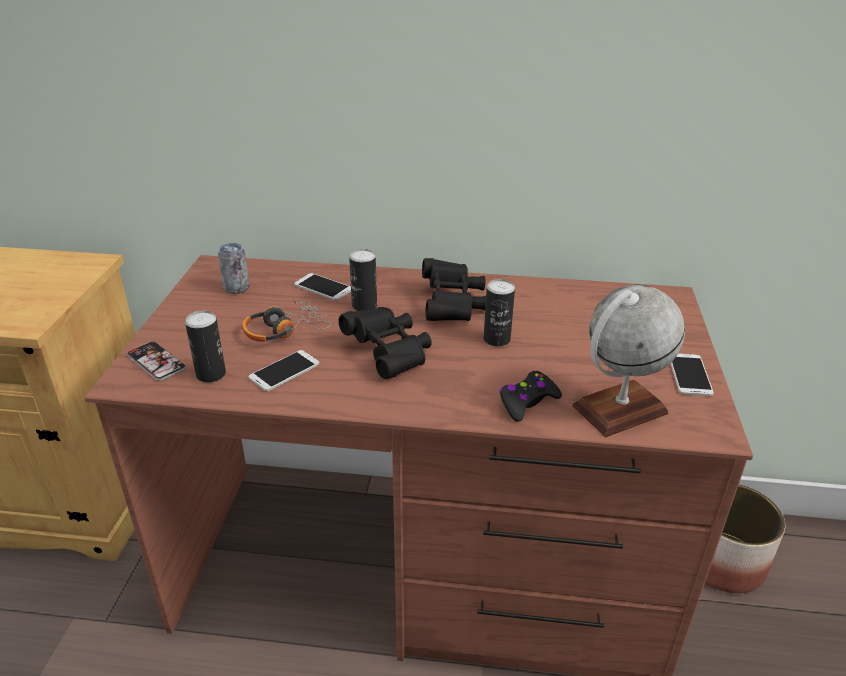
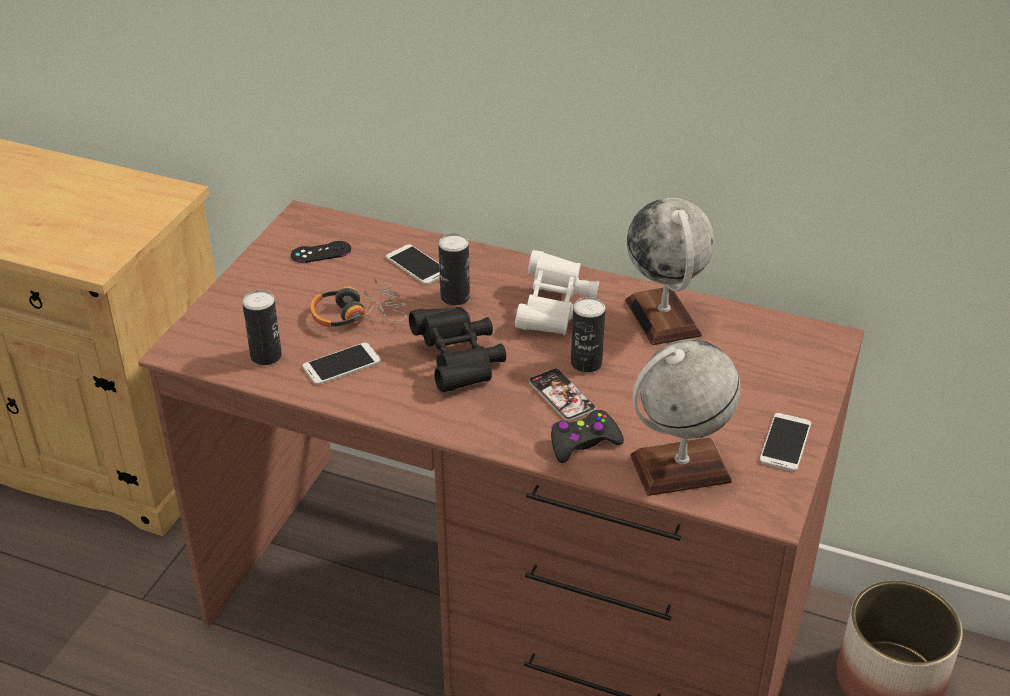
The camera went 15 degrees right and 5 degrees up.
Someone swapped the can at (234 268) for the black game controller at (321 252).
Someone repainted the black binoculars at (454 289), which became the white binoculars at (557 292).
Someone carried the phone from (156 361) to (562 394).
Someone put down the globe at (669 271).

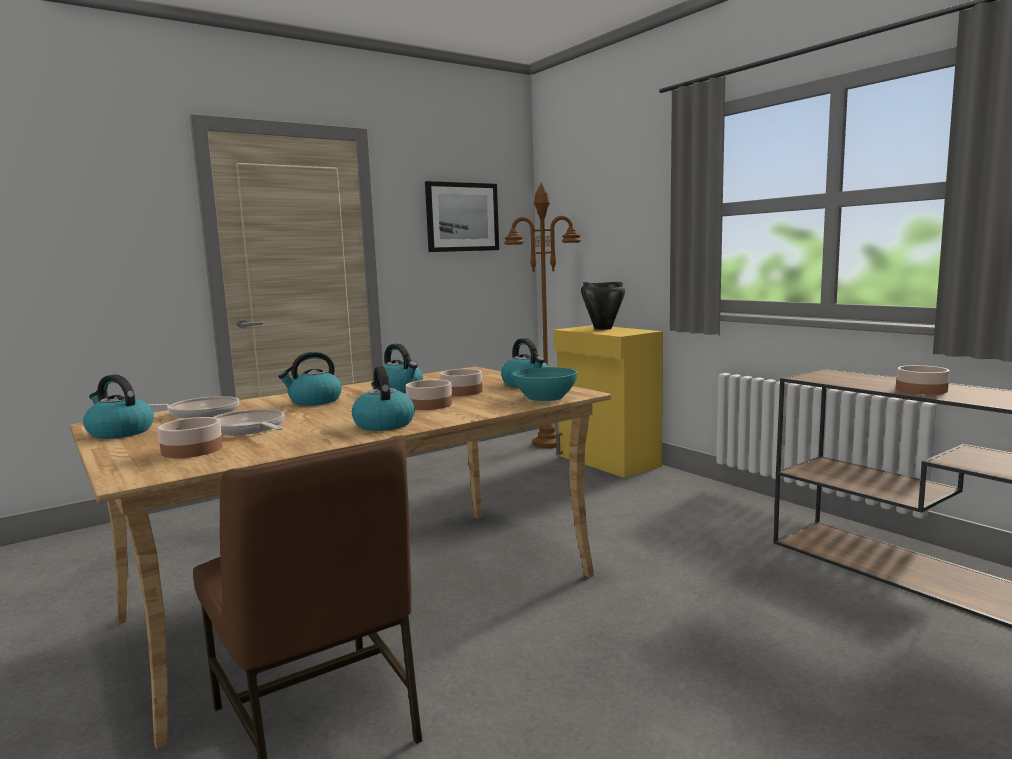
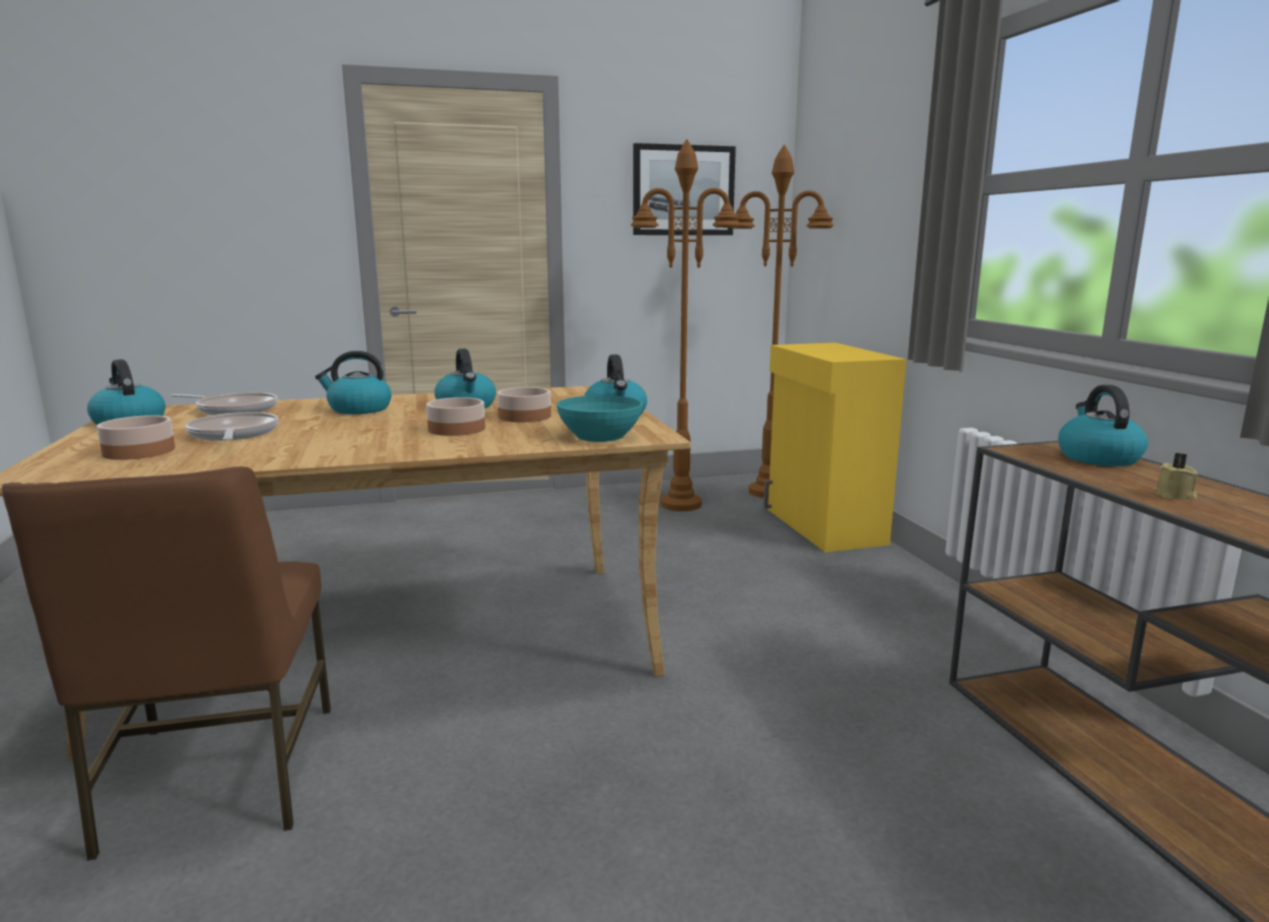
The camera went 20 degrees right and 5 degrees up.
Someone put down the brown floor lamp at (686 325).
Someone carried the kettle from (383 398) to (1103 425).
Someone swapped the bowl at (923 380) for the beige candle at (1176 476).
Someone took away the black cooking pot at (603 306).

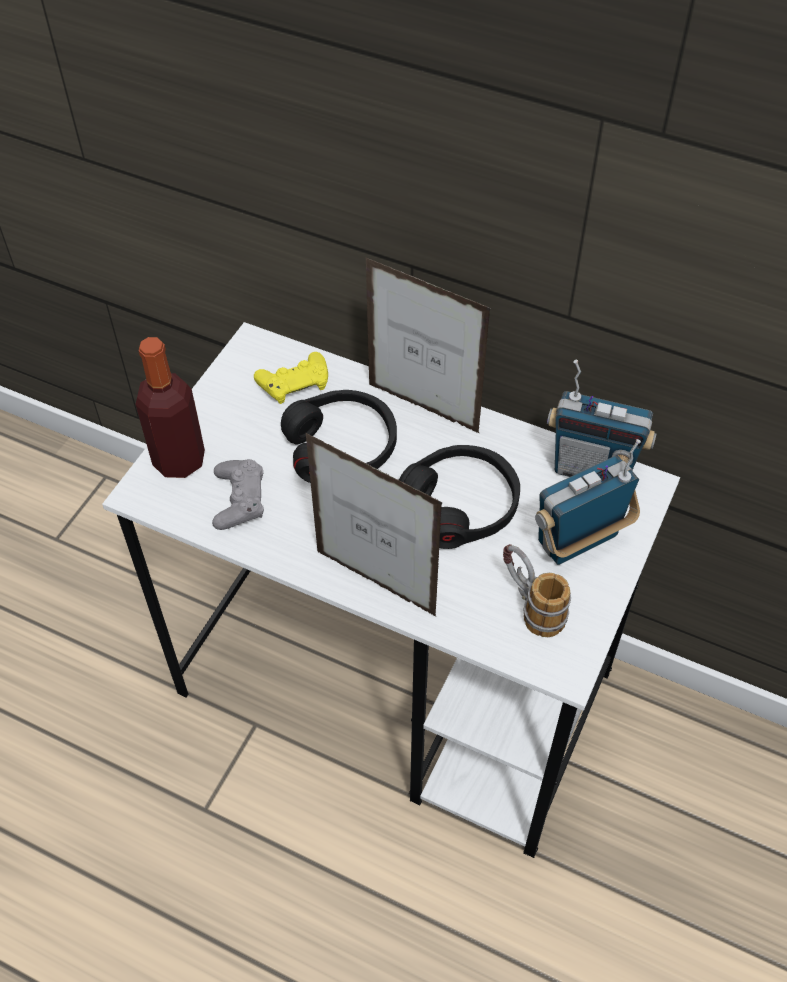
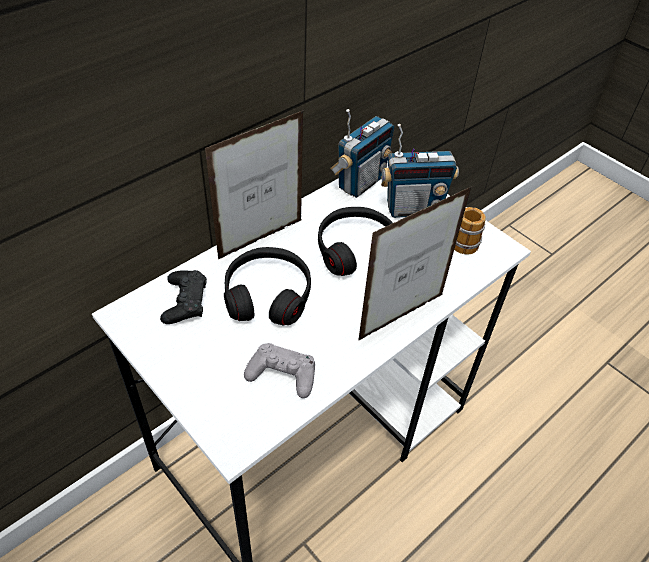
The camera went 70 degrees left and 5 degrees down.
Someone repainted the yellow game controller at (291 378), which became the black game controller at (183 297).
Someone rotated the radio at (588 502) by 90 degrees counterclockwise.
Someone took away the bottle at (170 407).

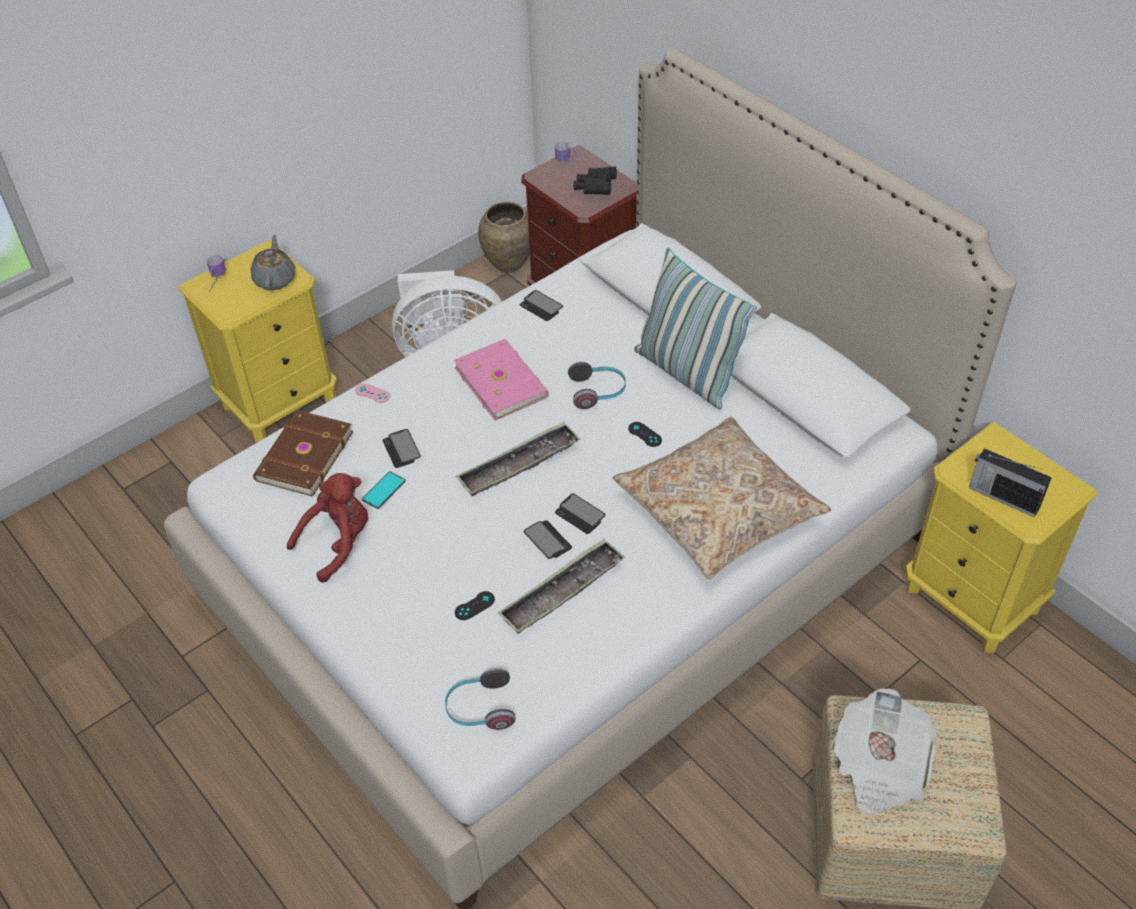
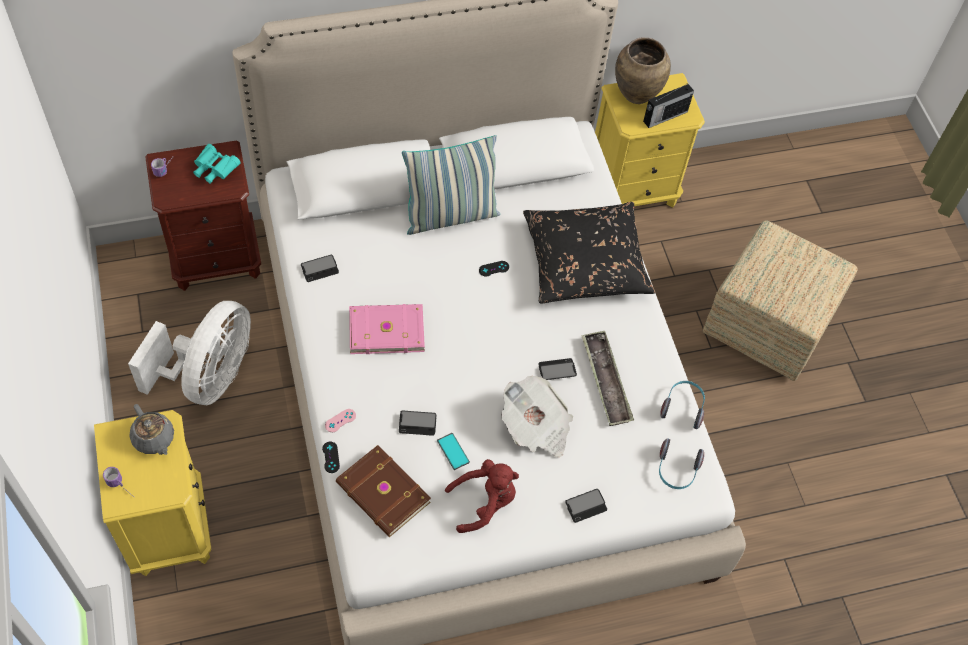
The camera went 70 degrees left and 10 degrees up.
Someone rotated the grey teapot at (273 262) by 150 degrees counterclockwise.
Someone repainted the black binoculars at (595 180), which became the turquoise binoculars at (216 164).
Someone carried the black game controller from (475 605) to (331 457).
Someone rotated the red plush toy at (327 528) by 90 degrees clockwise.
Someone carried the newspaper from (885 751) to (537 416).
Someone repainted the beige pillow at (722 498), which became the black pillow at (589 253).
Someone carried the phone from (580 513) to (586 506).
Someone carried the brown vase from (504 237) to (643 70).
Someone carried the headphones from (597 385) to (682 405).
Someone took away the tray at (517 459).

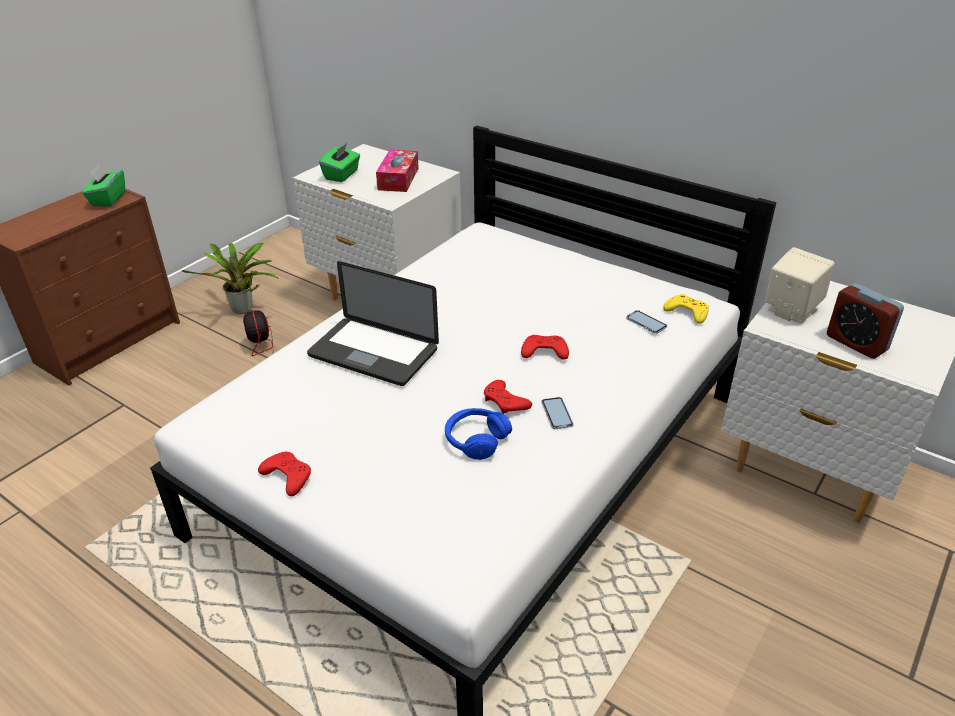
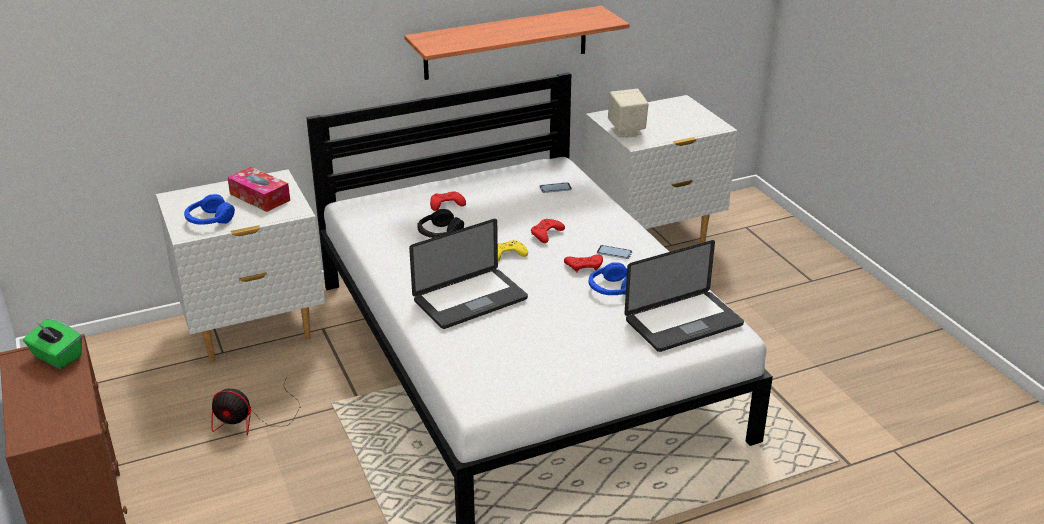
The camera went 60 degrees left and 5 degrees down.
Someone swapped the green tissue box at (339 162) for the blue headphones at (209 209).
Someone put up the shelf at (517 43).
Someone put down the black headphones at (440 223).
Someone carried the red game controller from (284 474) to (448 201).
Someone carried the yellow game controller from (686 309) to (513 250).
Someone put down the laptop at (684 296).
Someone took away the potted plant at (230 278).
Someone took away the alarm clock at (865 321).

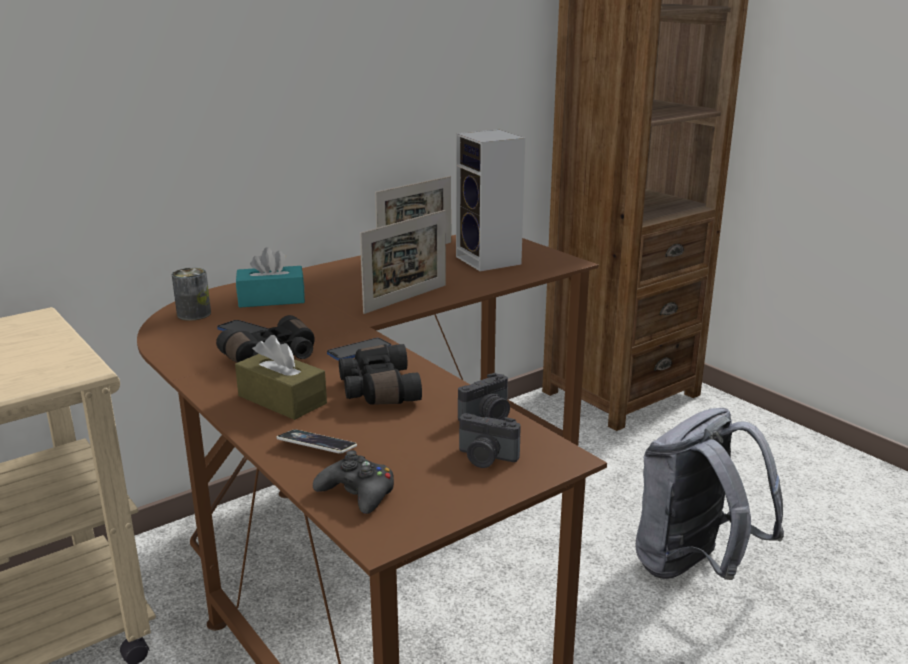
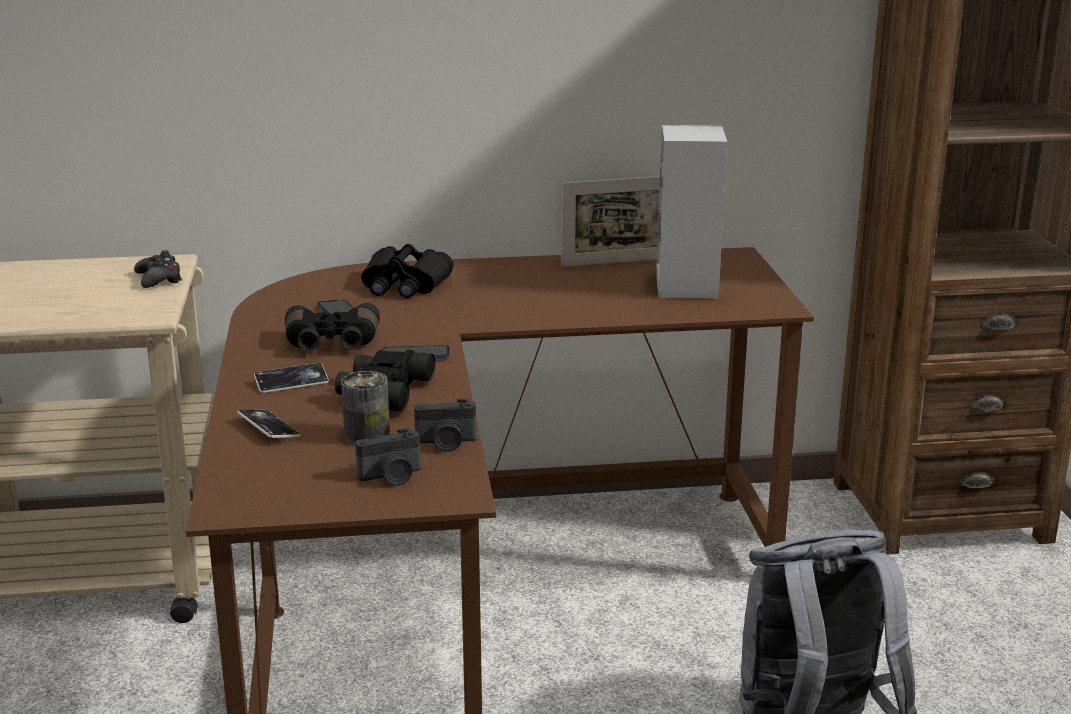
The camera went 30 degrees right and 0 degrees up.
Someone carried the black game controller from (353 482) to (158 269).
Someone swapped the brown tissue box at (281 377) for the phone at (291 378).
Someone carried the can from (191 294) to (365 408).
Someone rotated the photo camera at (490 440) by 75 degrees counterclockwise.
Someone swapped the turquoise tissue box at (270 277) for the black binoculars at (407 271).
Someone took away the picture frame at (403 262).

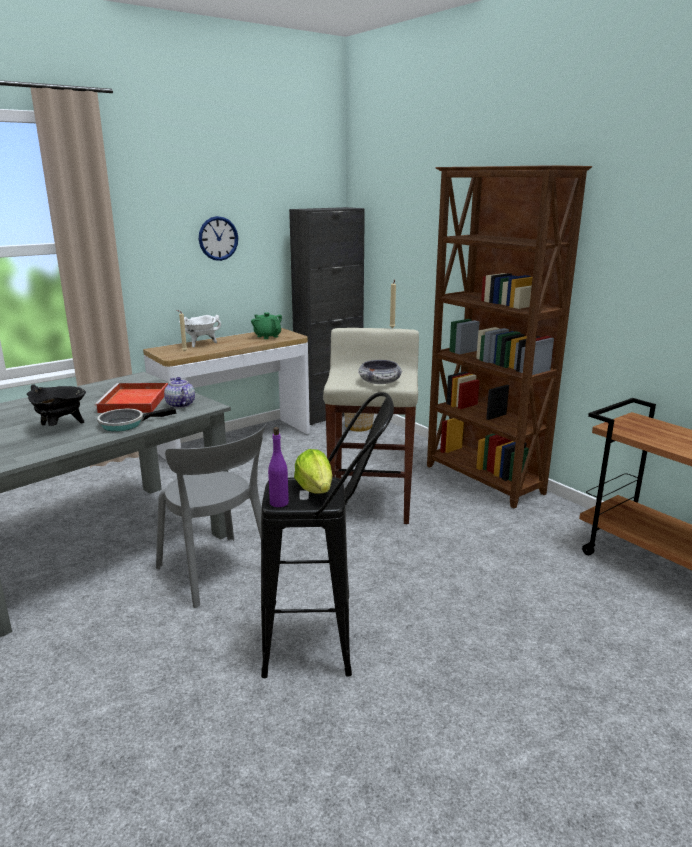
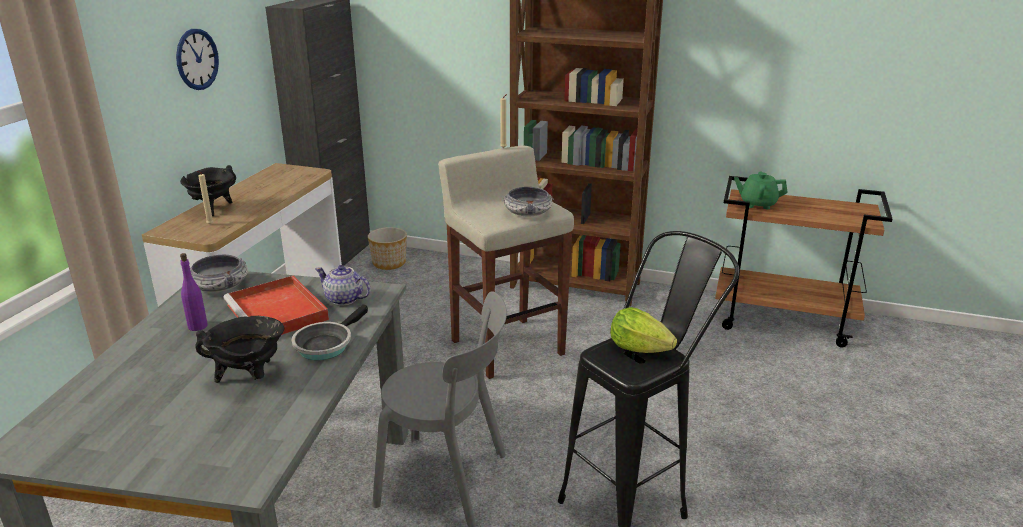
The camera went 35 degrees left and 5 degrees up.
Someone repainted the white cooking pot at (200 331), which became the black cooking pot at (208 190).
Someone carried the purple bottle from (278 467) to (194 292).
Someone put down the bowl at (219 273).
Someone carried the green teapot from (266 325) to (760 190).

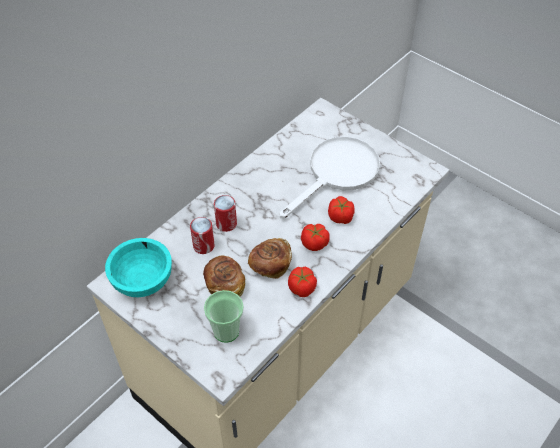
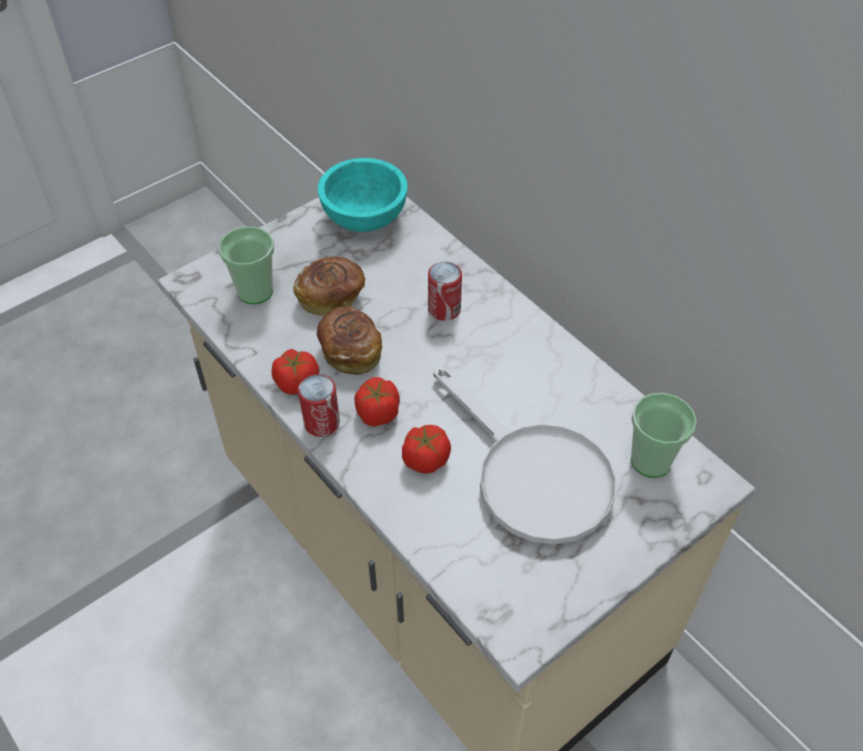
The camera went 100 degrees right and 0 degrees up.
Someone carried the can from (202 235) to (319 405).
Someone put down the cup at (664 435).

